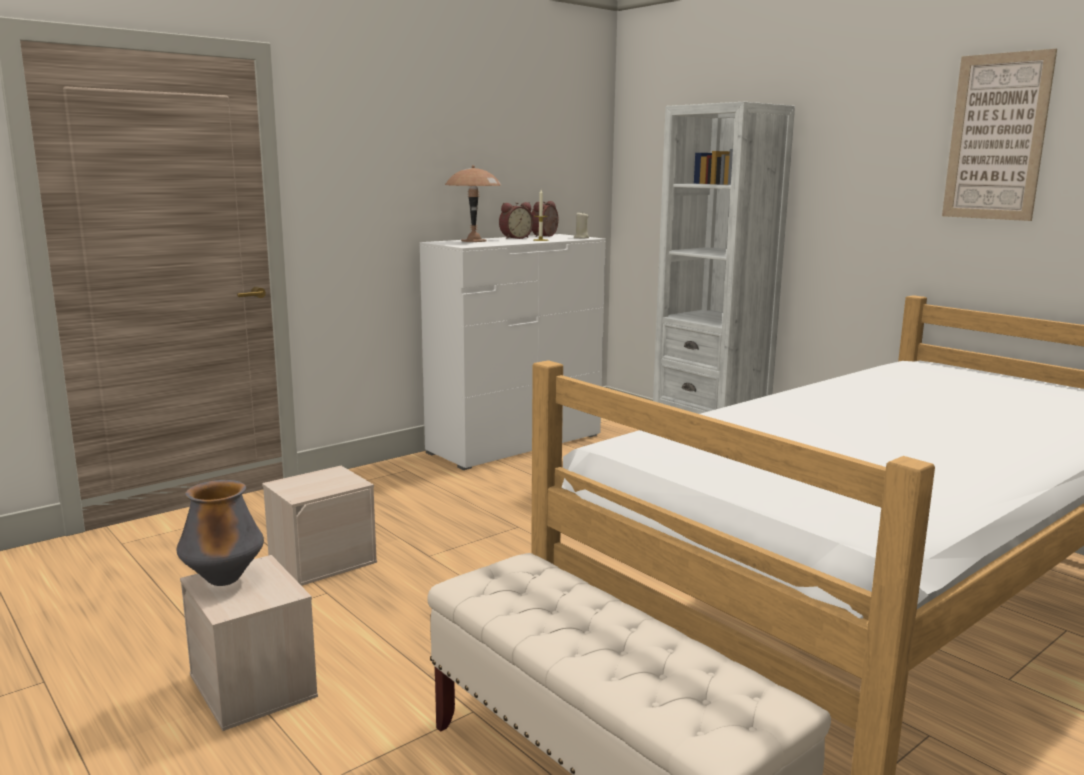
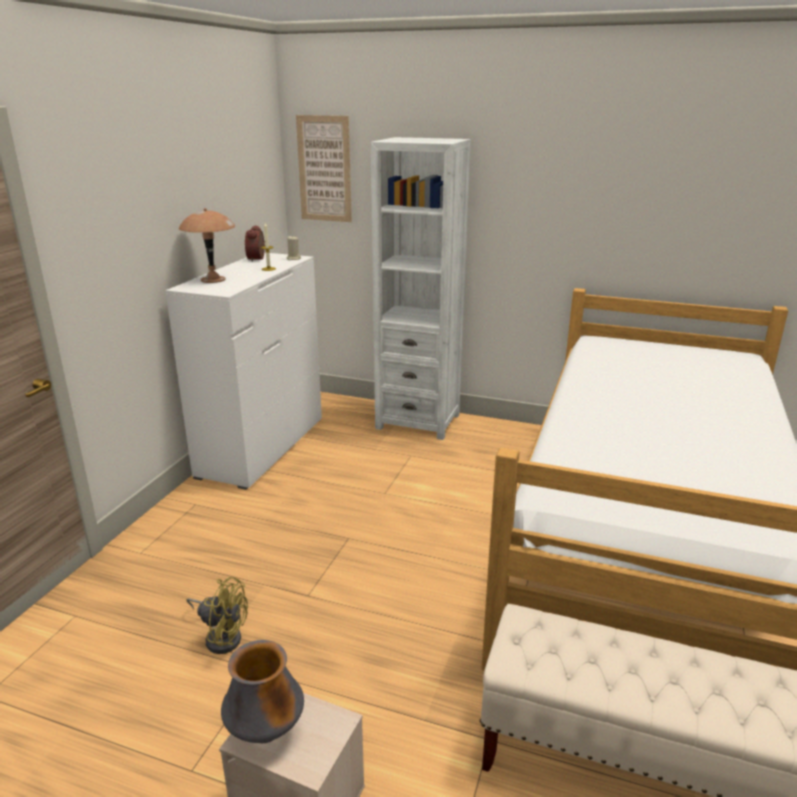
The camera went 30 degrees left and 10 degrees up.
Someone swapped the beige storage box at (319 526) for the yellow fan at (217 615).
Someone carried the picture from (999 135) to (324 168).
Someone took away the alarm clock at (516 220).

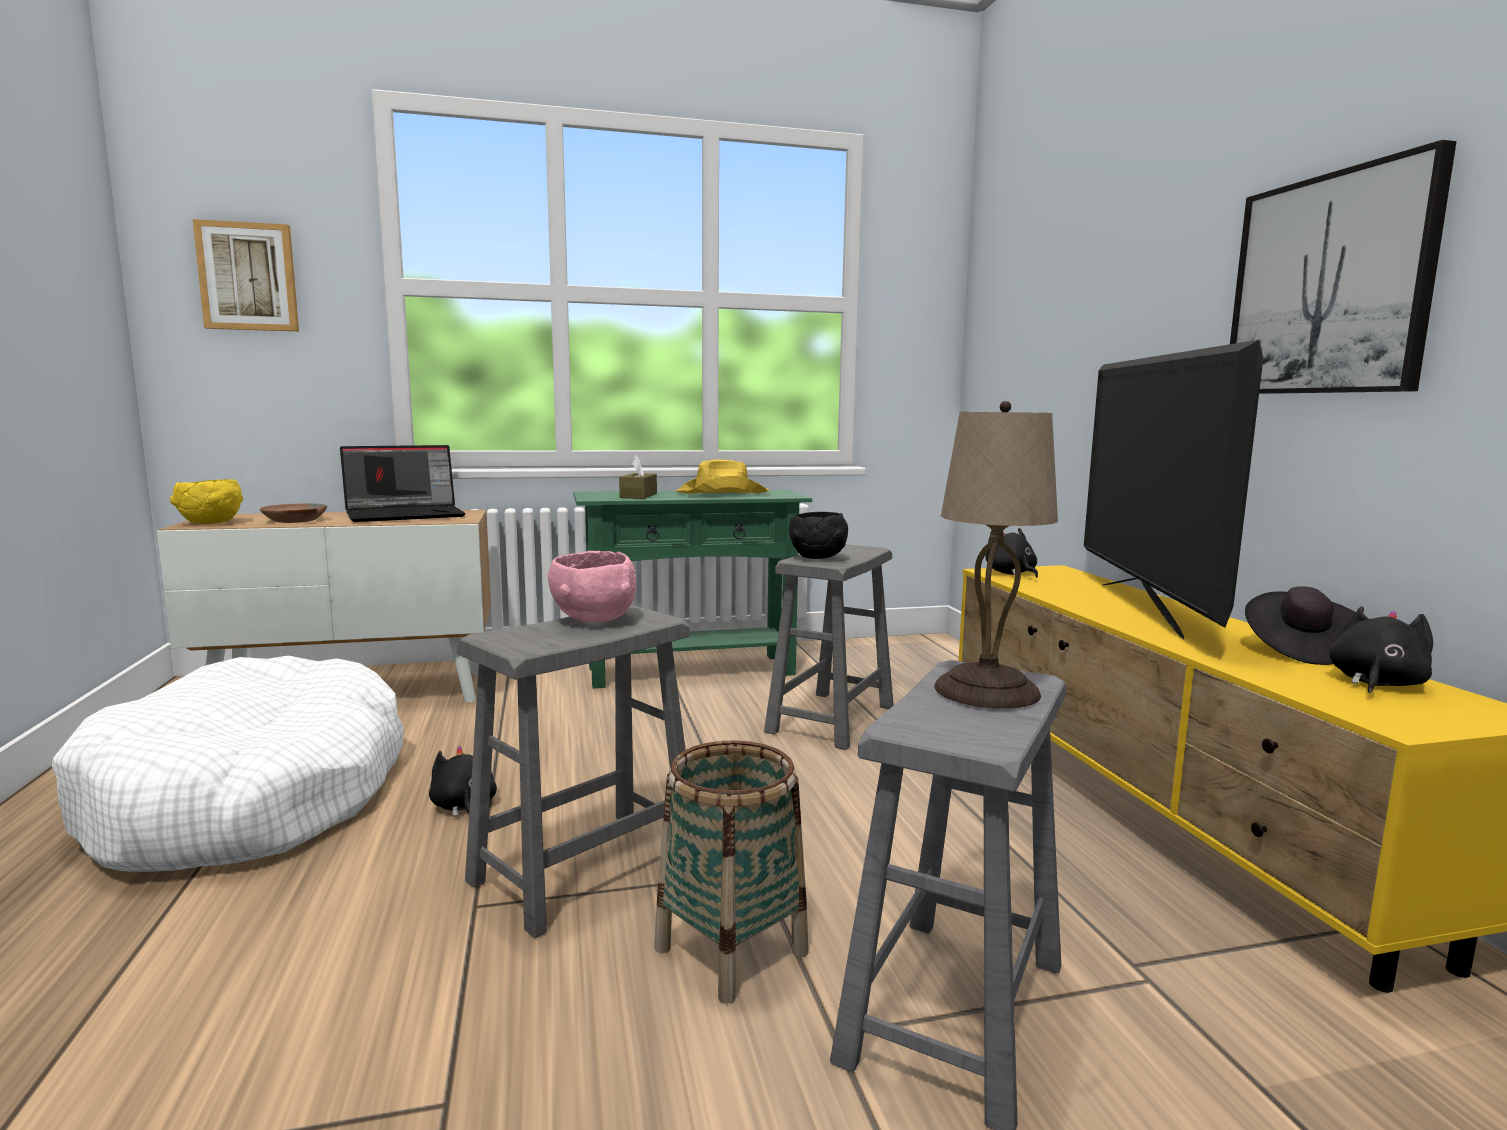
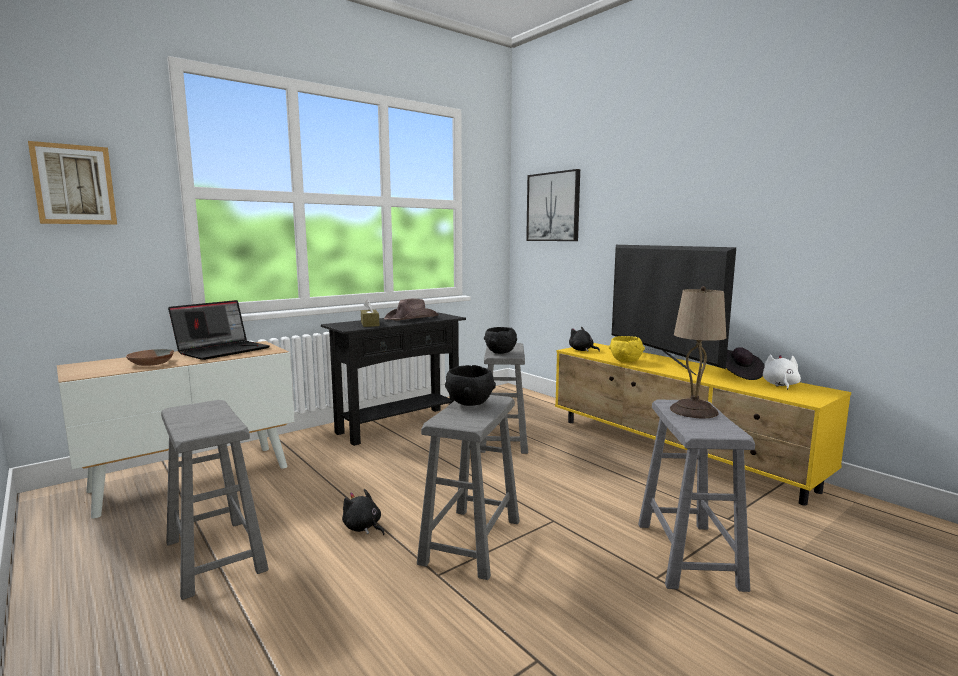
The camera went 25 degrees left and 0 degrees up.
Someone swapped the white dog bed at (228 764) for the grey stool at (215 500).
Someone repainted the green console table at (693 589), which became the black console table at (393 379).
Someone repainted the yellow hat at (722 476), which became the brown hat at (411 309).
Someone repainted the pink bowl at (592 586), which became the black bowl at (470 385).
Someone carried the picture from (1343 267) to (553 205).
Someone carried the yellow bowl from (206 501) to (627 349).
Someone repainted the black plush toy at (1381 649), which became the white plush toy at (782 372).
Someone took away the basket at (731 872).

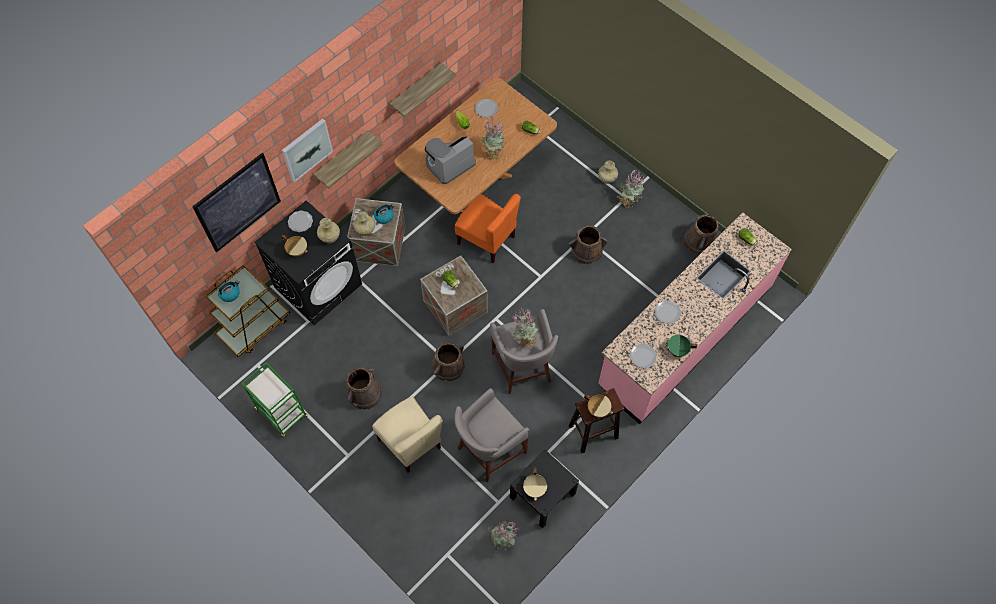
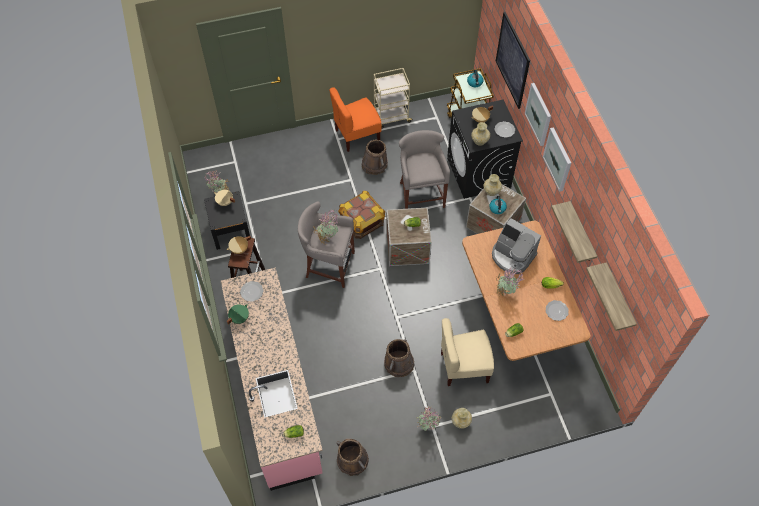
The camera went 120 degrees right and 5 degrees down.
Someone carried the orange chair from (488 228) to (355 119).
Someone swapped the brown bucket at (448 361) for the crate at (361 215).
Someone repainted the green cart at (275 399), which became the beige cart at (393 98).
Someone carried the grey stool from (492 435) to (424 169).
Someone carried the beige chair from (407 435) to (467 352).
Someone rotated the coffee machine at (450 160) by 135 degrees clockwise.
Someone put up the picture at (557 159).
Someone carried the shelf from (348 160) to (611 296).
Someone took away the plate at (668 312).

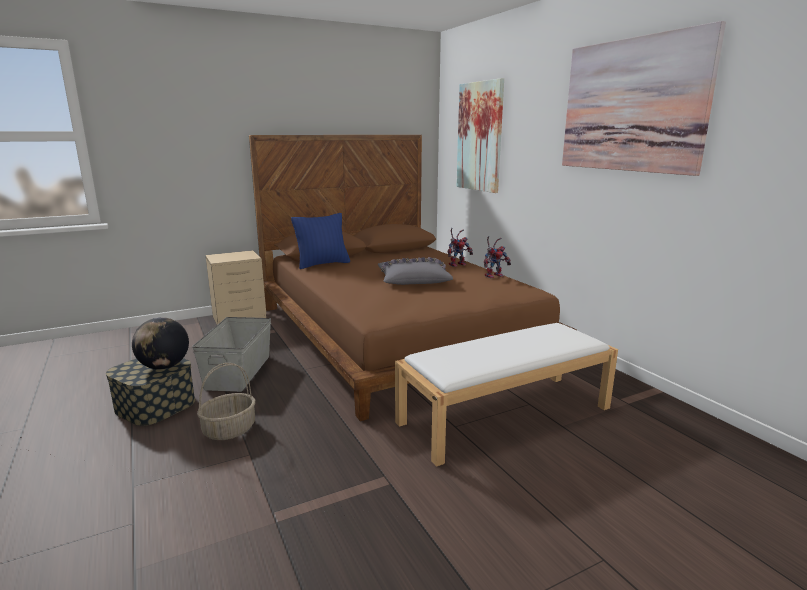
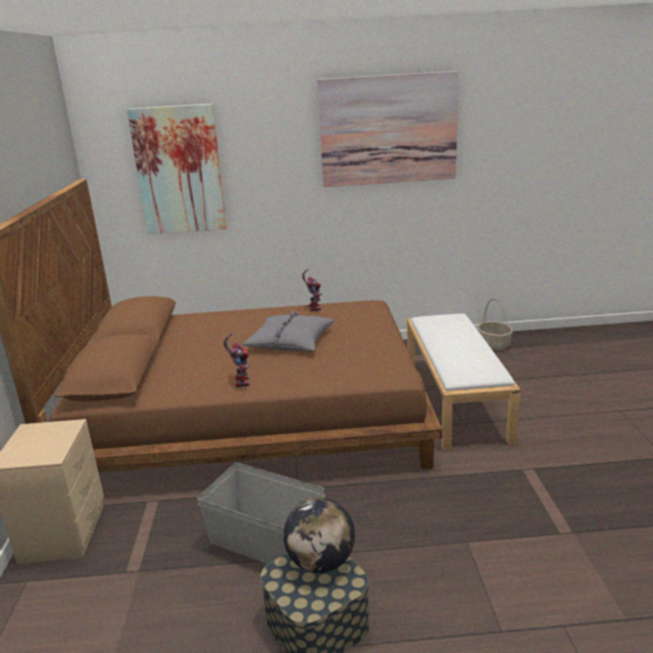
The camera went 65 degrees left and 5 degrees up.
Someone carried the toy robot from (460 247) to (236 360).
Someone carried the basket from (226 401) to (495 324).
Someone took away the blue pillow at (320 241).

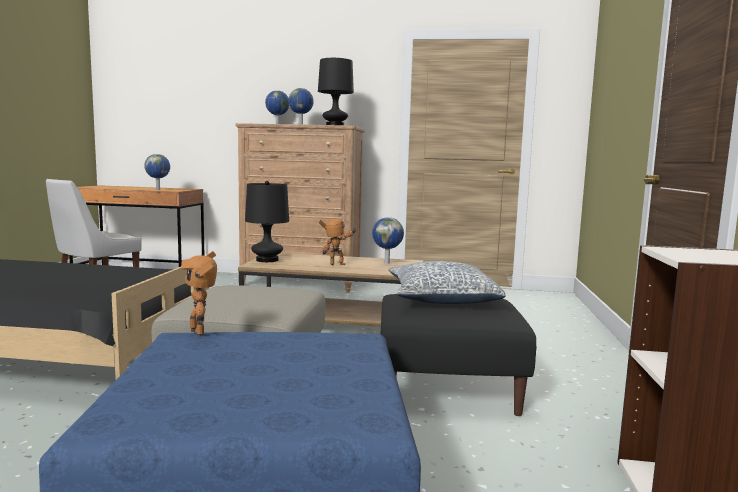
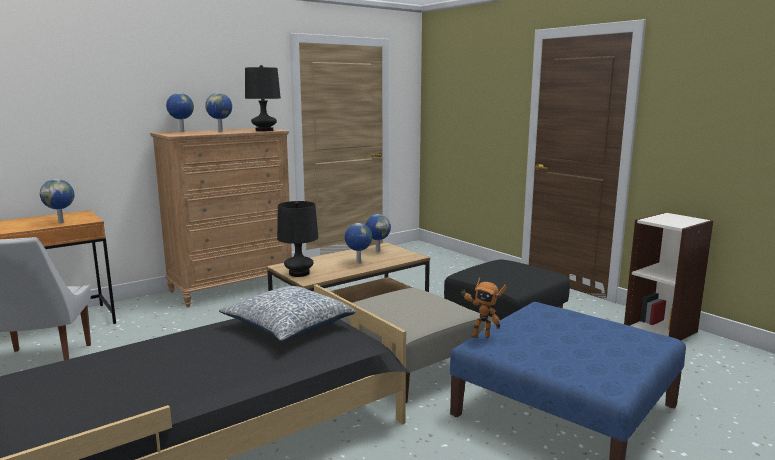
The camera went 45 degrees left and 5 degrees up.
Someone carried the pillow from (447 282) to (287 314).
Someone swapped the toy robot at (337 242) for the globe at (358 243).

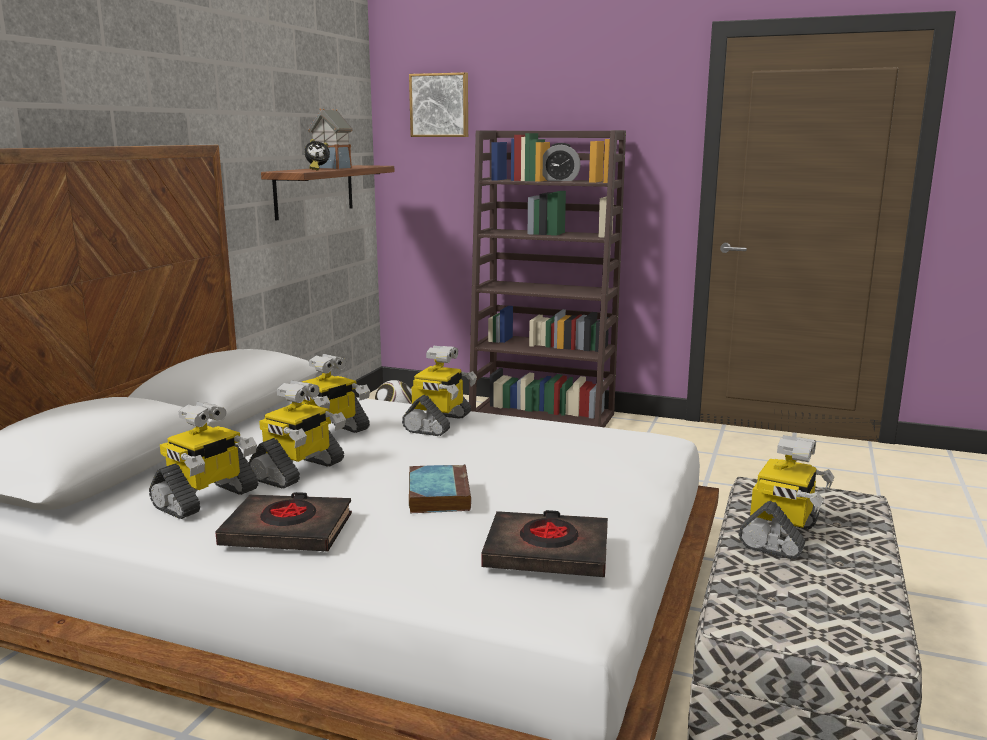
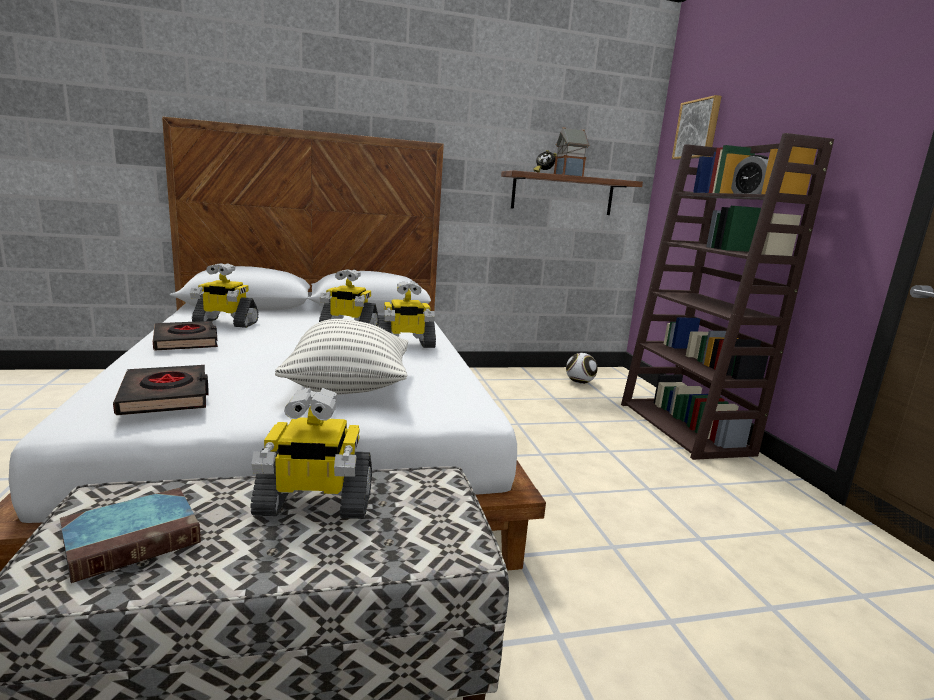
The camera went 55 degrees right and 0 degrees up.
Someone carried the book from (440 488) to (130 535).
Someone put down the pillow at (341 357).
Someone took away the toy robot at (297 434).

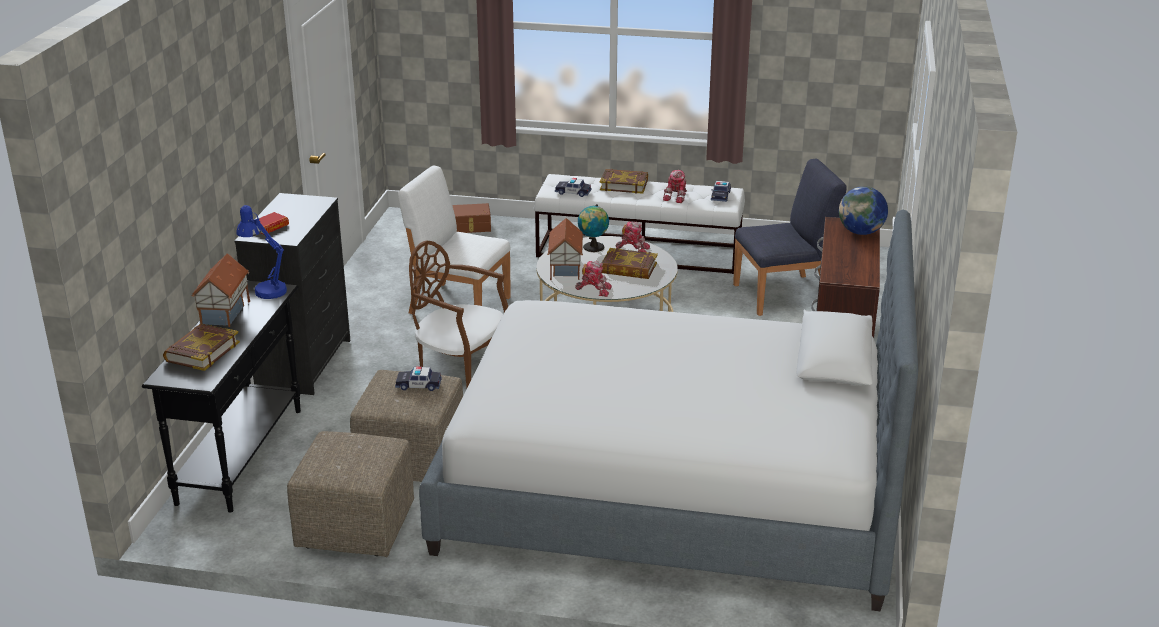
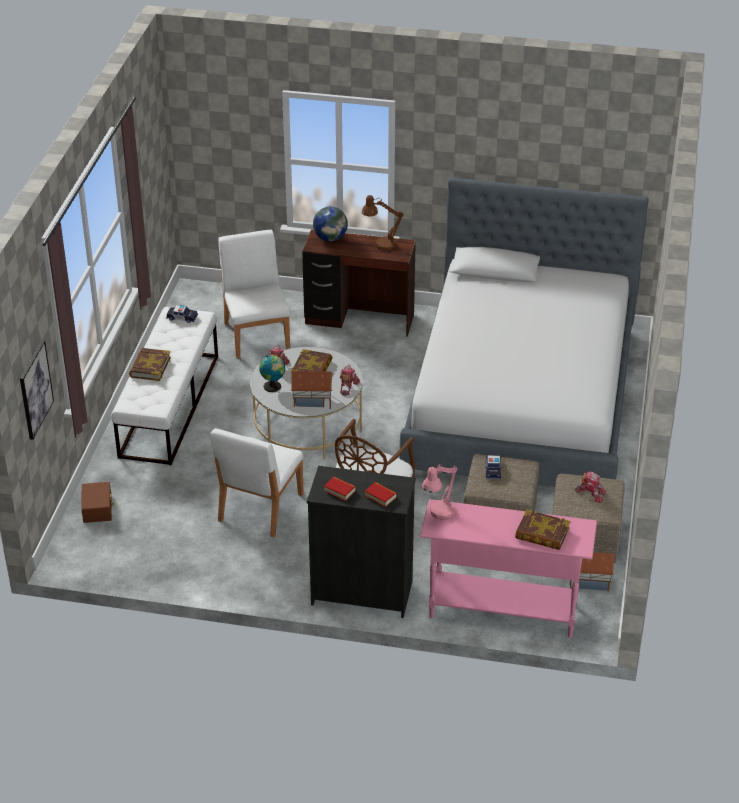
The camera went 90 degrees left and 10 degrees up.
Someone put up the picture at (37 390).
Someone repainted the blue chair at (790 237), which became the white chair at (254 294).
Someone put down the book at (340 489).
Someone put down the brown table lamp at (383 223).
Someone repainted the black console table at (221 397), which became the pink console table at (508 568).
Someone repainted the blue table lamp at (261 252), which became the pink table lamp at (440 492).
Someone carried the toy house from (221 290) to (592 572).
Someone carried the toy robot from (675 186) to (590 487).
Someone took away the toy car at (573 187).

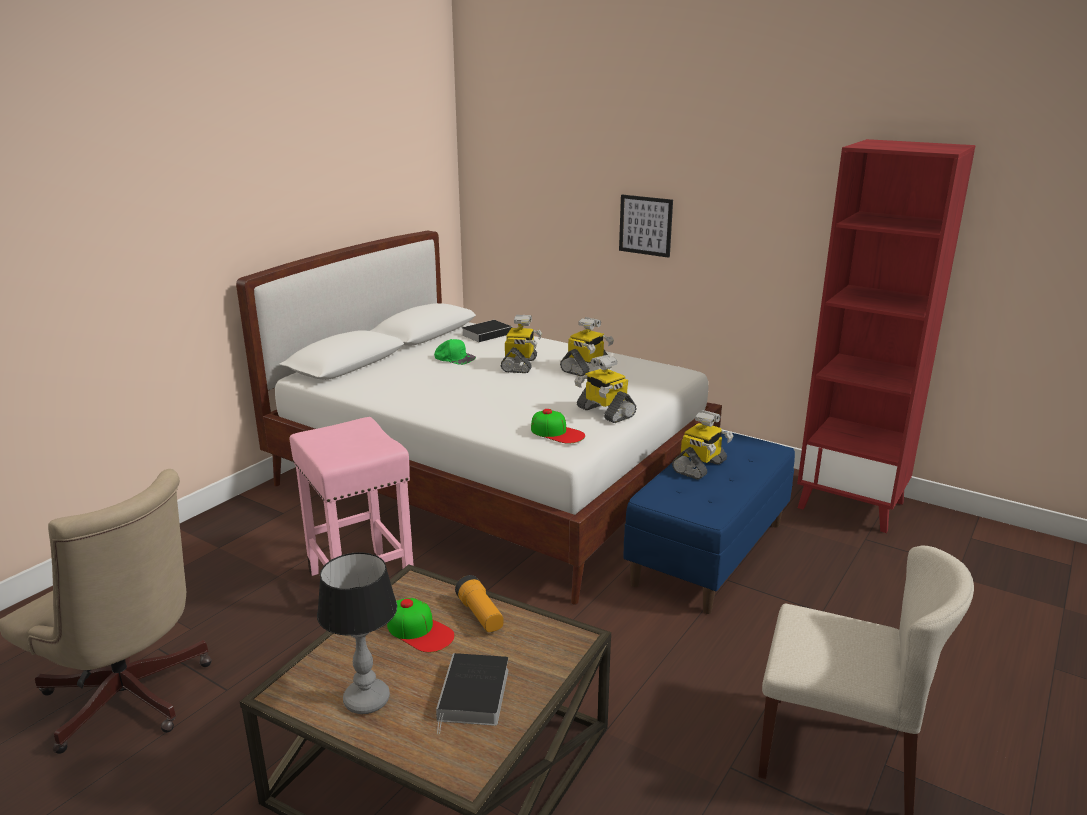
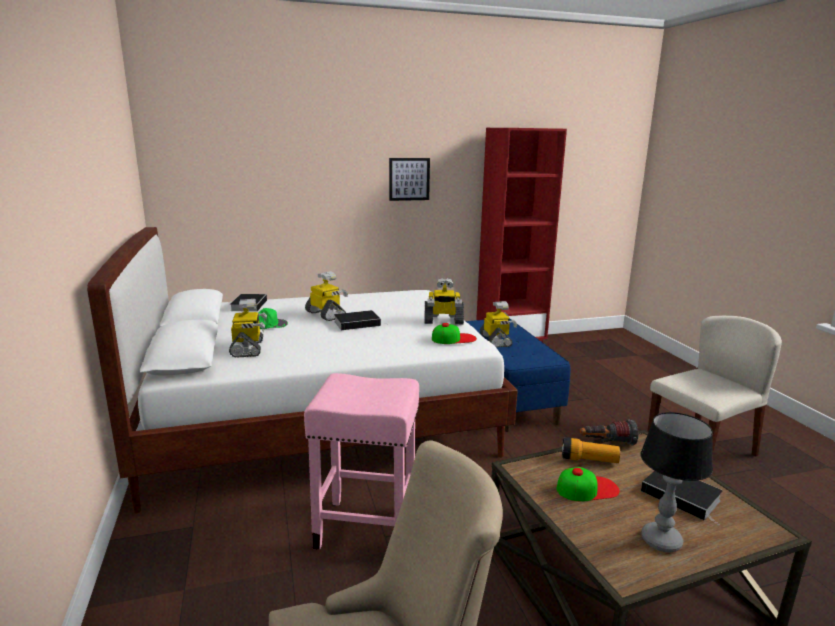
The camera went 50 degrees left and 5 degrees down.
Someone carried the toy robot from (587 346) to (248 328).
Someone put down the book at (360 320).
Someone carried the picture from (646 226) to (409 179).
Someone put down the flashlight at (609 432).

